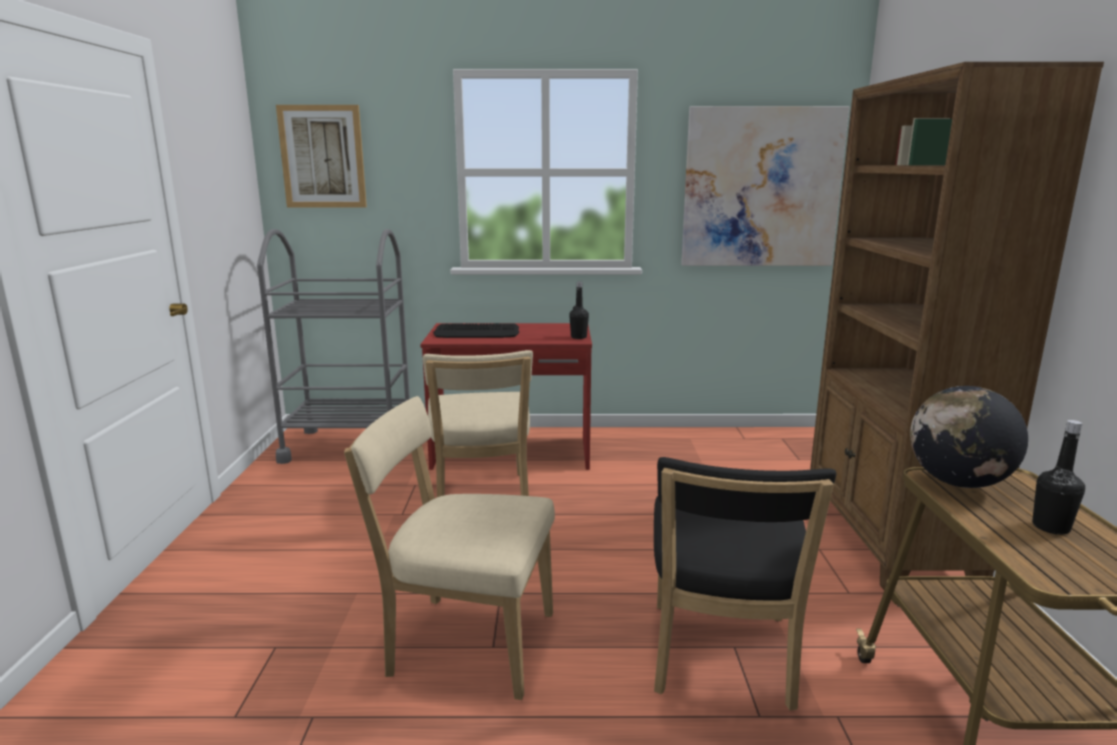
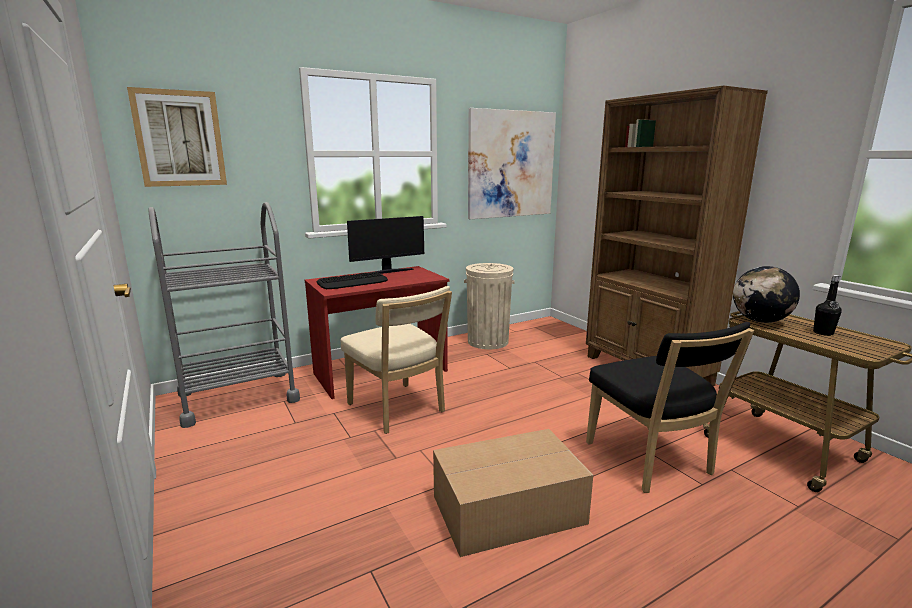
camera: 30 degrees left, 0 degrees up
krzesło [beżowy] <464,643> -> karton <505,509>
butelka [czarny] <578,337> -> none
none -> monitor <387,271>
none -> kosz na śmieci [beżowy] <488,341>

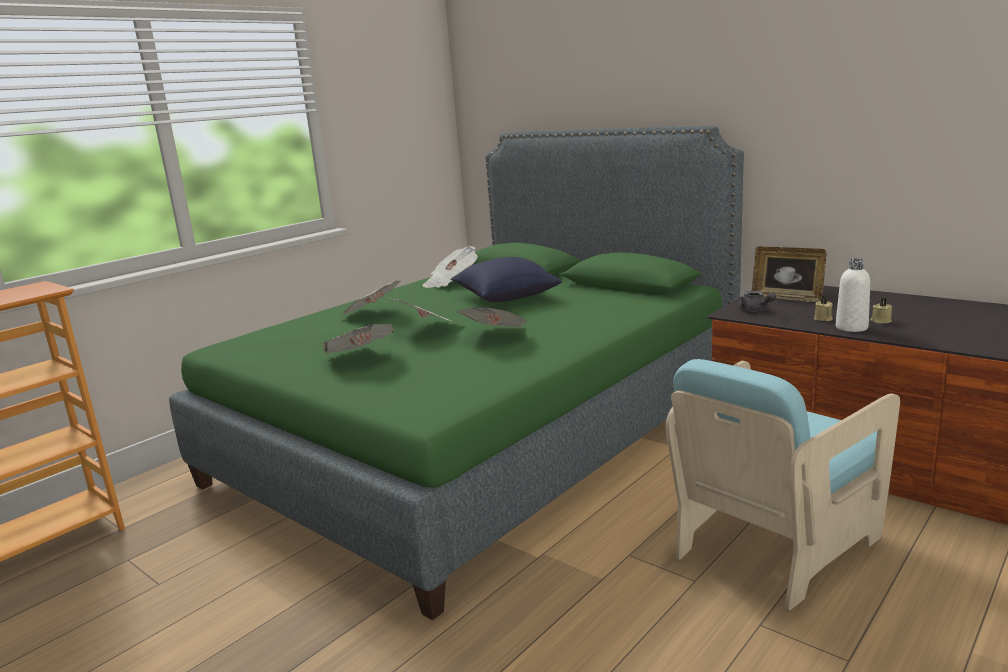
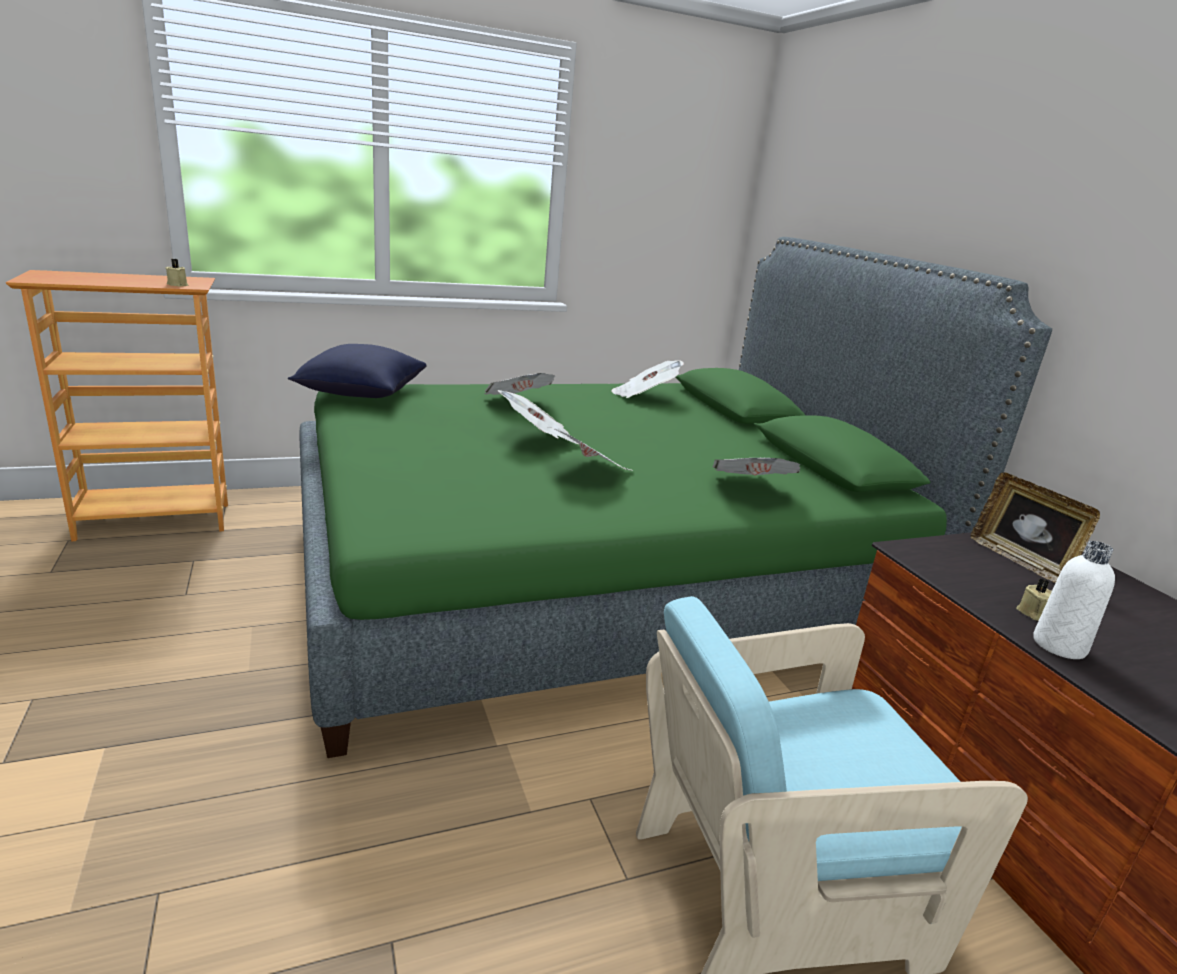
camera: 25 degrees right, 5 degrees up
gazeta <360,358> -> gazeta <750,489>, shifted
poduszka [niebieski] <505,298> -> poduszka [niebieski] <361,393>, shifted
imbryk [szary] <755,310> -> none
świeca [beżowy] <880,321> -> świeca [beżowy] <178,285>, shifted

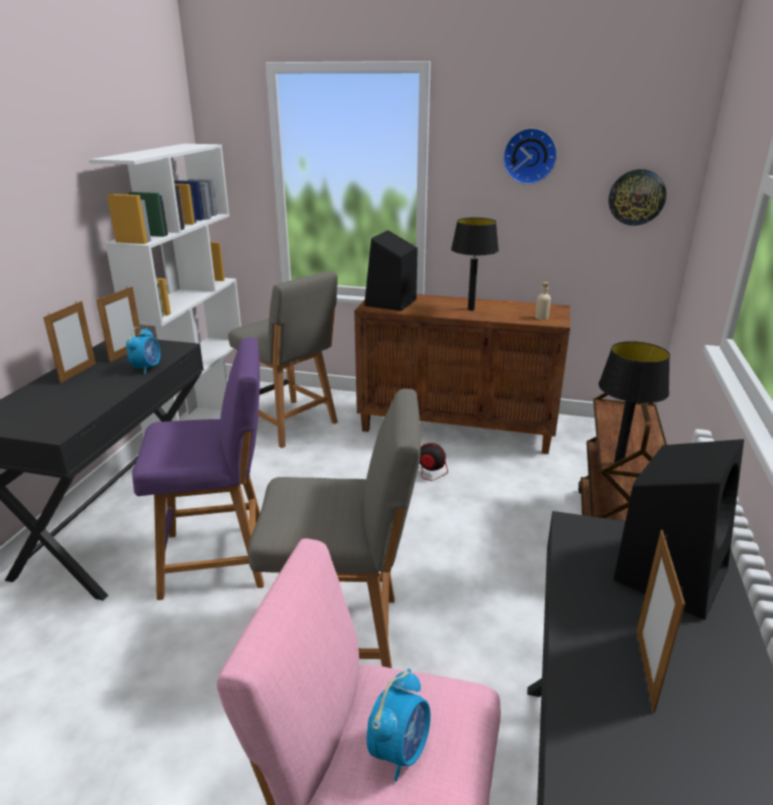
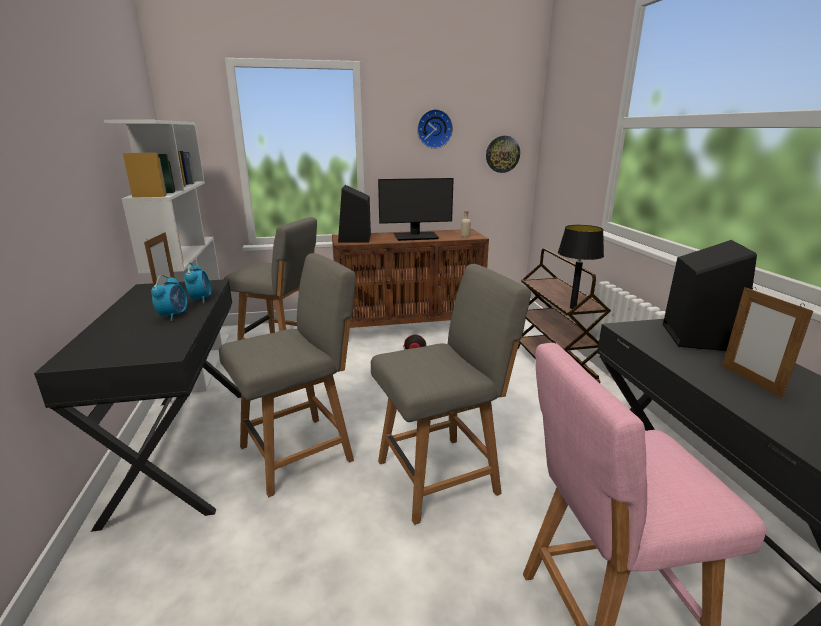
camera: 25 degrees left, 5 degrees down
ramka na zdjęcie <78,373> -> none
stołek [fioletowy] <221,558> -> krzesło [szary] <300,451>
budzik <399,750> -> budzik <174,316>, shifted
lampa stołowa [czarny] <471,309> -> monitor <415,236>

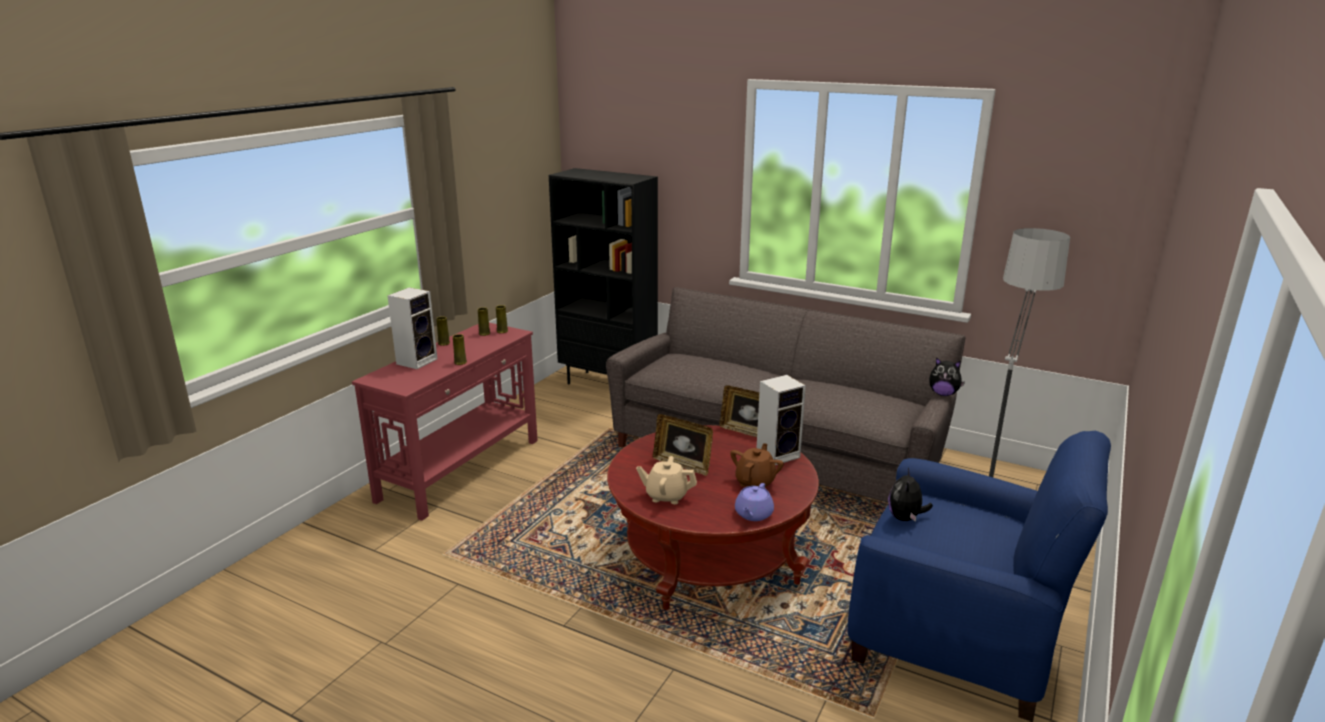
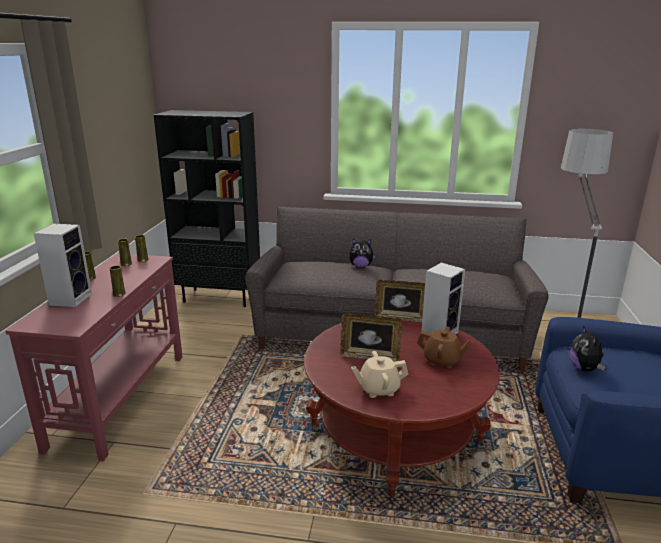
camera: 20 degrees left, 0 degrees up
imbryk [brązowy] <755,482> -> imbryk [brązowy] <442,361>, 105 degrees clockwise
imbryk [fioletowy] <753,514> -> none
pluszak <943,394> -> pluszak <361,266>, shifted

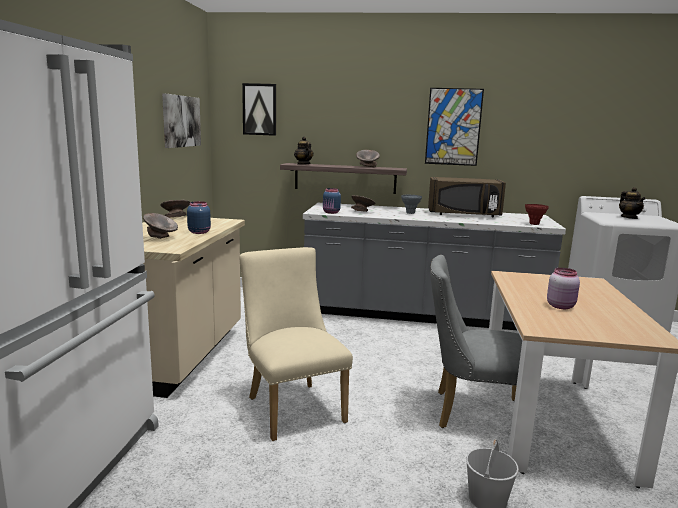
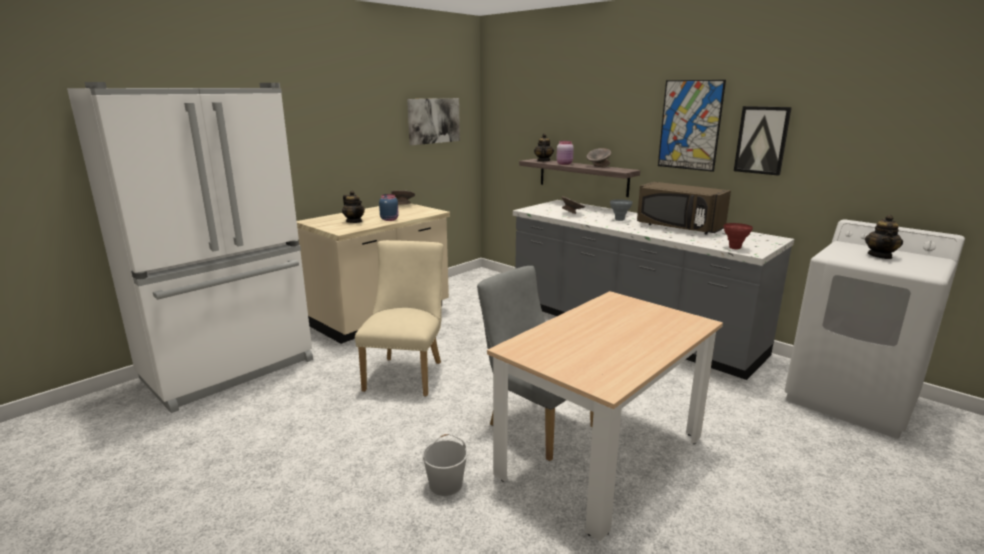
camera: 35 degrees right, 5 degrees up
miska [szary] <161,238> -> imbryk <354,221>
obraz <259,109> -> obraz <762,140>, shifted
słoik [niebieski] <331,212> -> none
słoik [różowy] <561,306> -> słoik [różowy] <565,164>, shifted

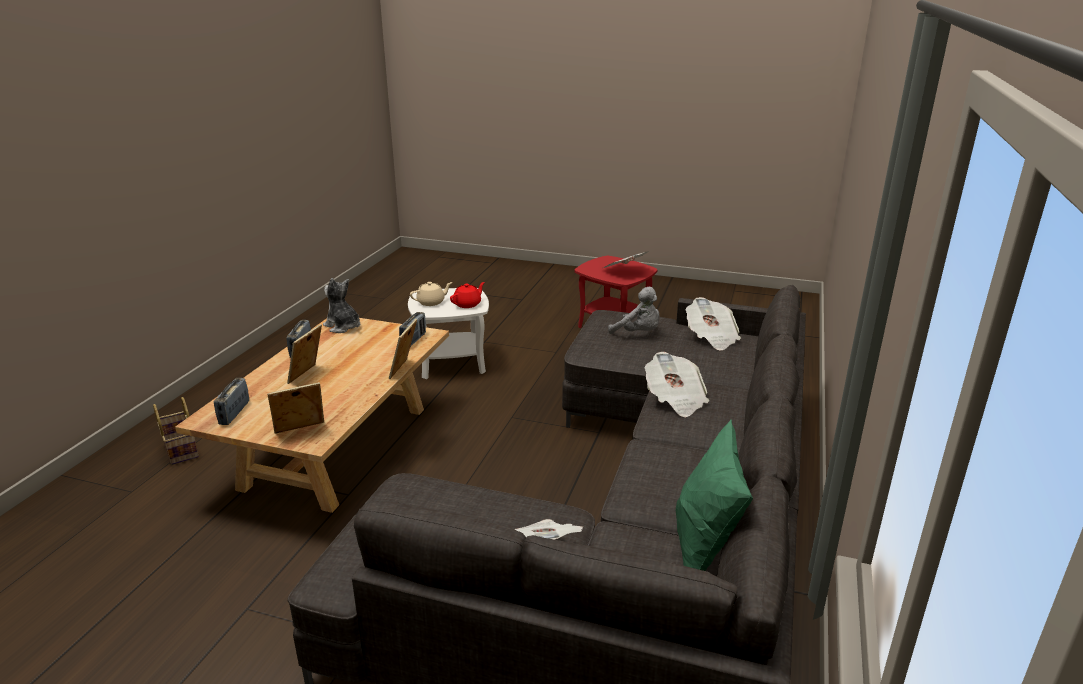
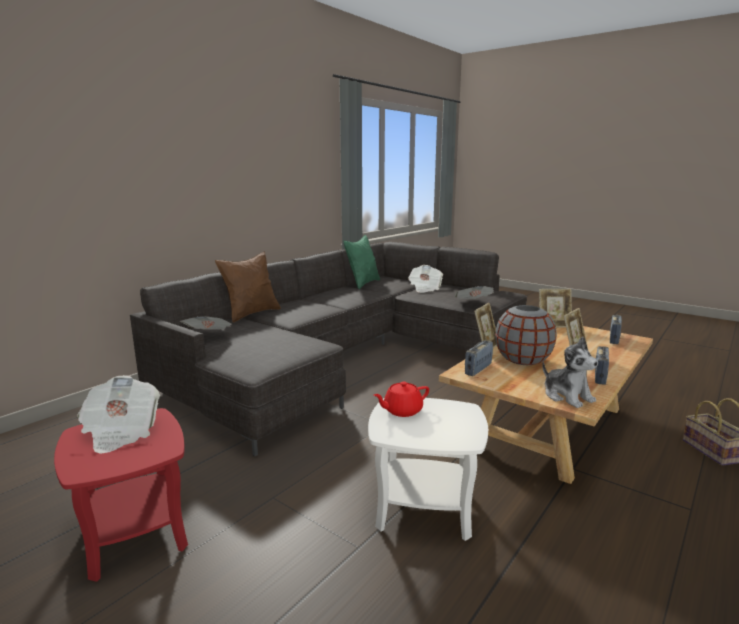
camera: 160 degrees left, 10 degrees down
imbryk [beżowy] <431,302> -> none
pluszak [szary] <638,333> -> none
gazeta <675,399> -> gazeta <473,304>, shifted
none -> poduszka [brązowy] <251,314>
none -> wazon [szary] <523,360>

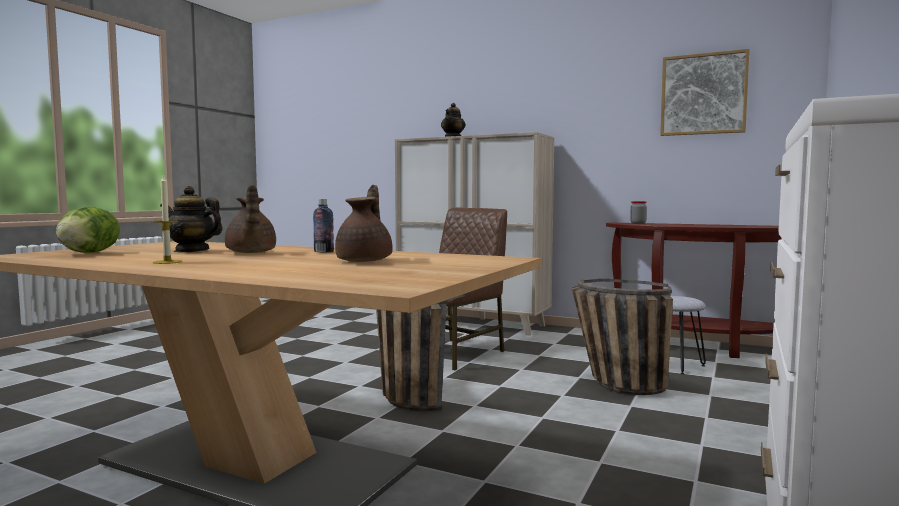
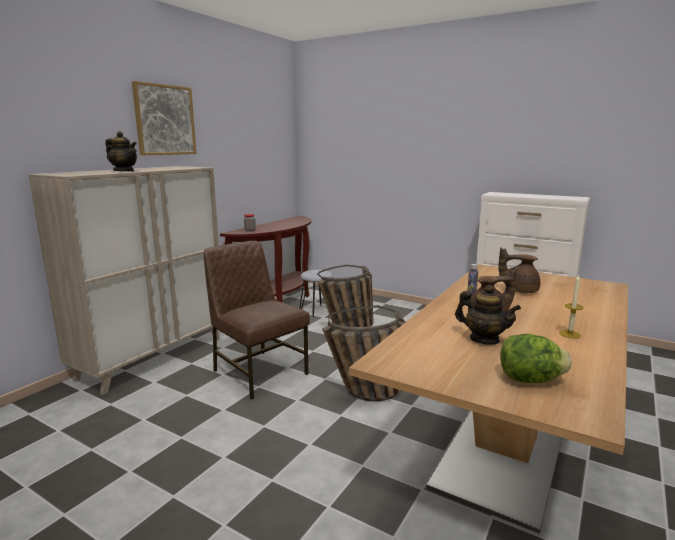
camera: 85 degrees left, 10 degrees up
imbryk <191,251> -> imbryk <484,339>, 75 degrees counterclockwise
obraz <703,94> -> obraz <164,120>, shifted

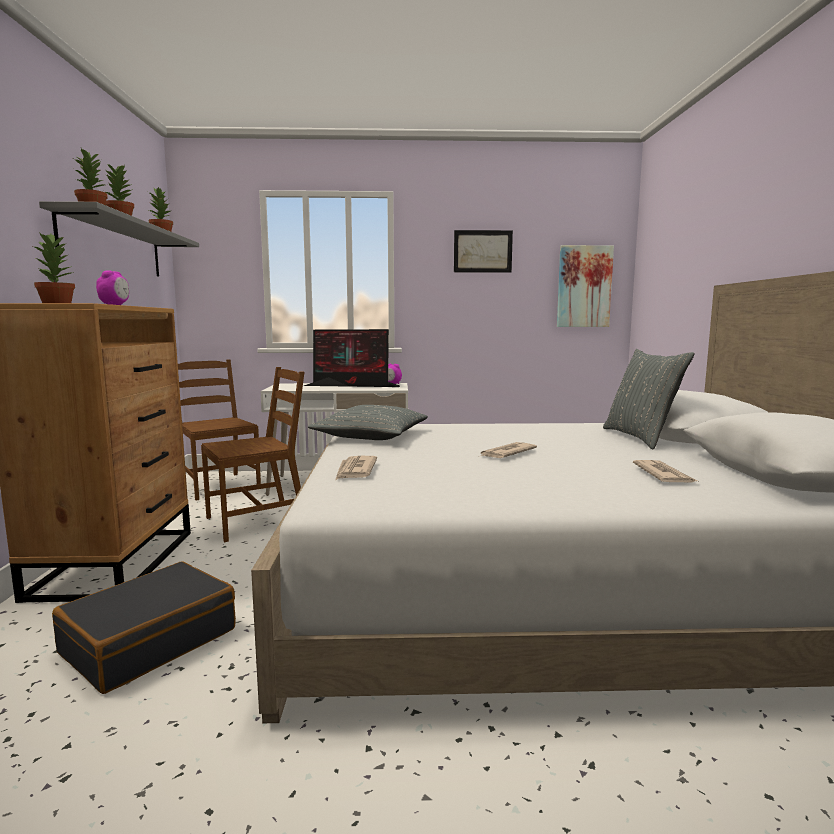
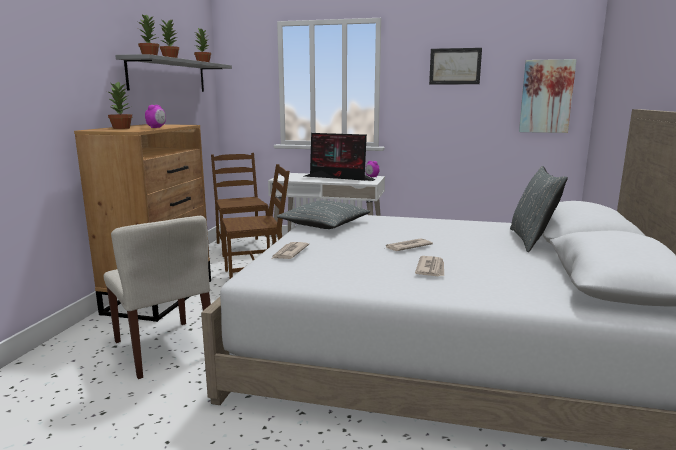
camera: 15 degrees right, 5 degrees up
walizka [czarny] <149,641> -> krzesło [beżowy] <165,348>
gazeta <663,475> -> gazeta <431,269>, shifted

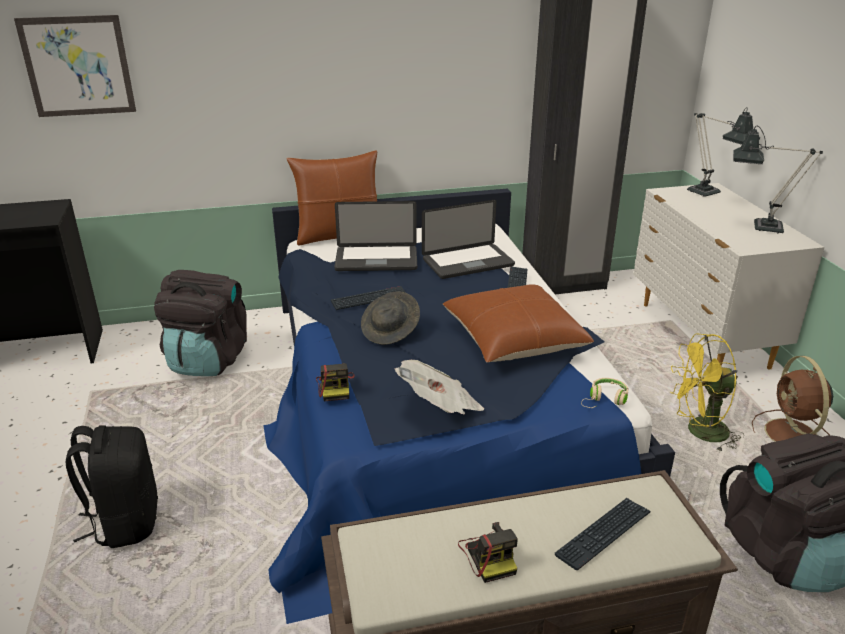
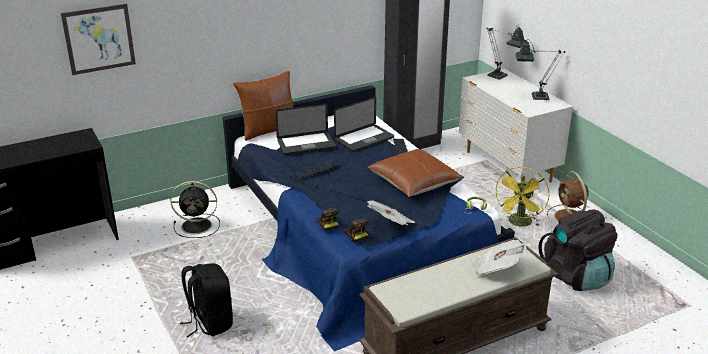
camera: 15 degrees left, 0 degrees up
plecak [czarny] <208,359> -> wentylator [czarny] <198,226>
kapelusz [szary] <391,331> -> none
aparat fotograficzny <489,555> -> aparat fotograficzny <354,234>, shifted
klawiatura <603,534> -> gazeta <495,268>
wentylator [żółty] <699,432> -> wentylator [żółty] <519,224>, 45 degrees counterclockwise

